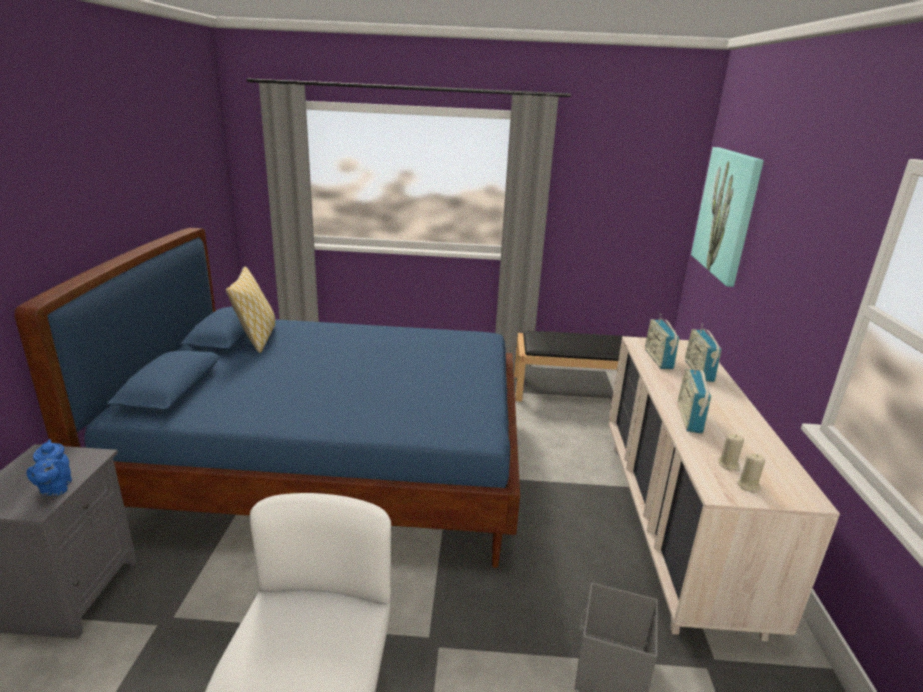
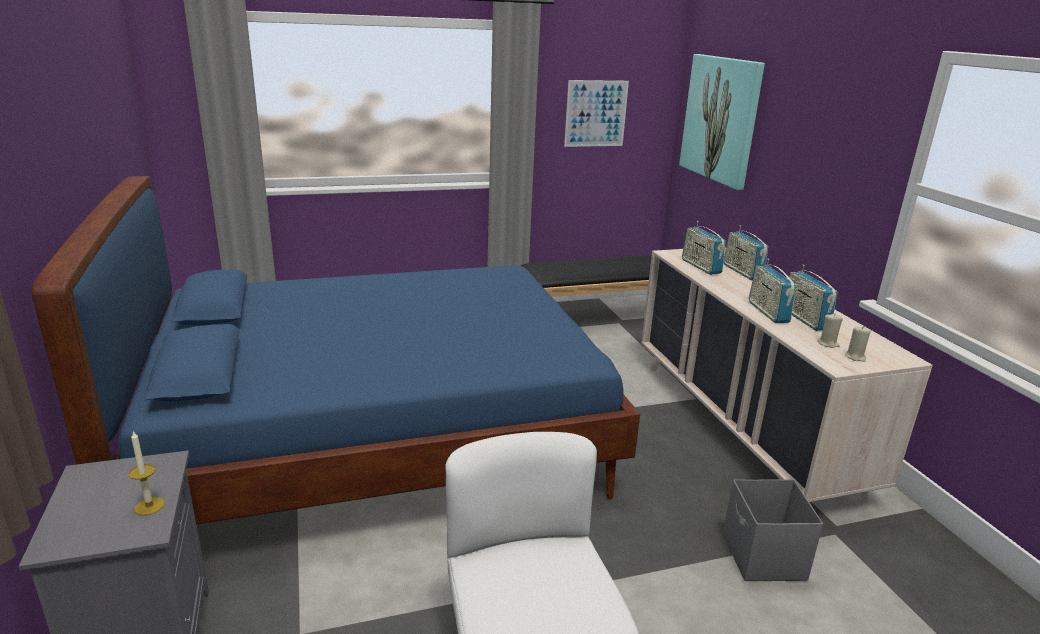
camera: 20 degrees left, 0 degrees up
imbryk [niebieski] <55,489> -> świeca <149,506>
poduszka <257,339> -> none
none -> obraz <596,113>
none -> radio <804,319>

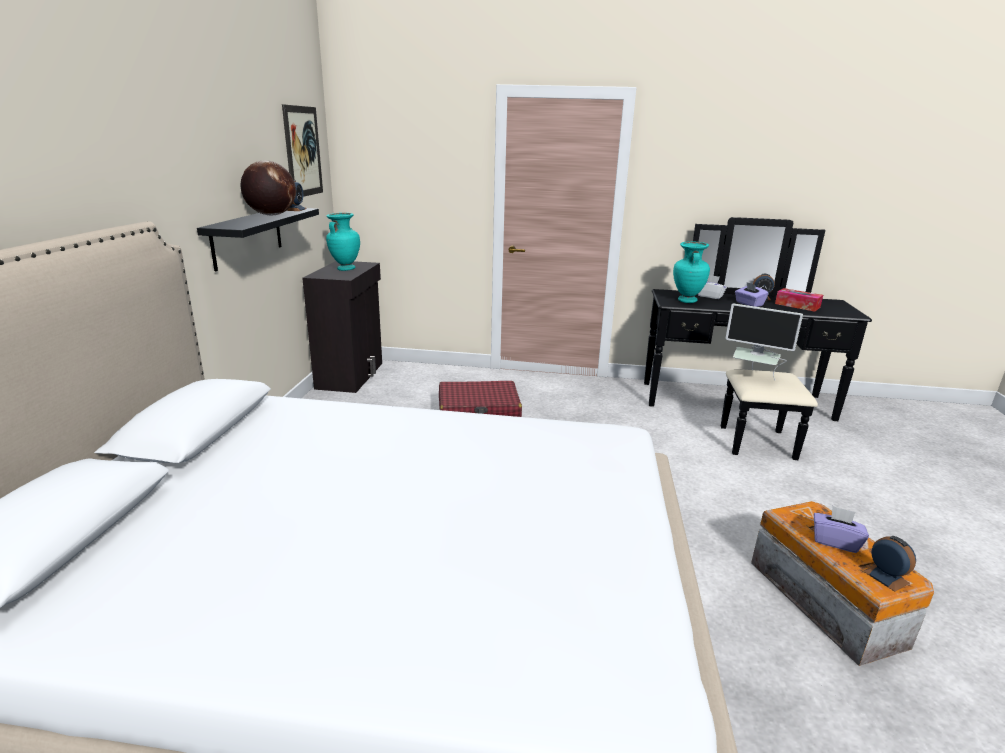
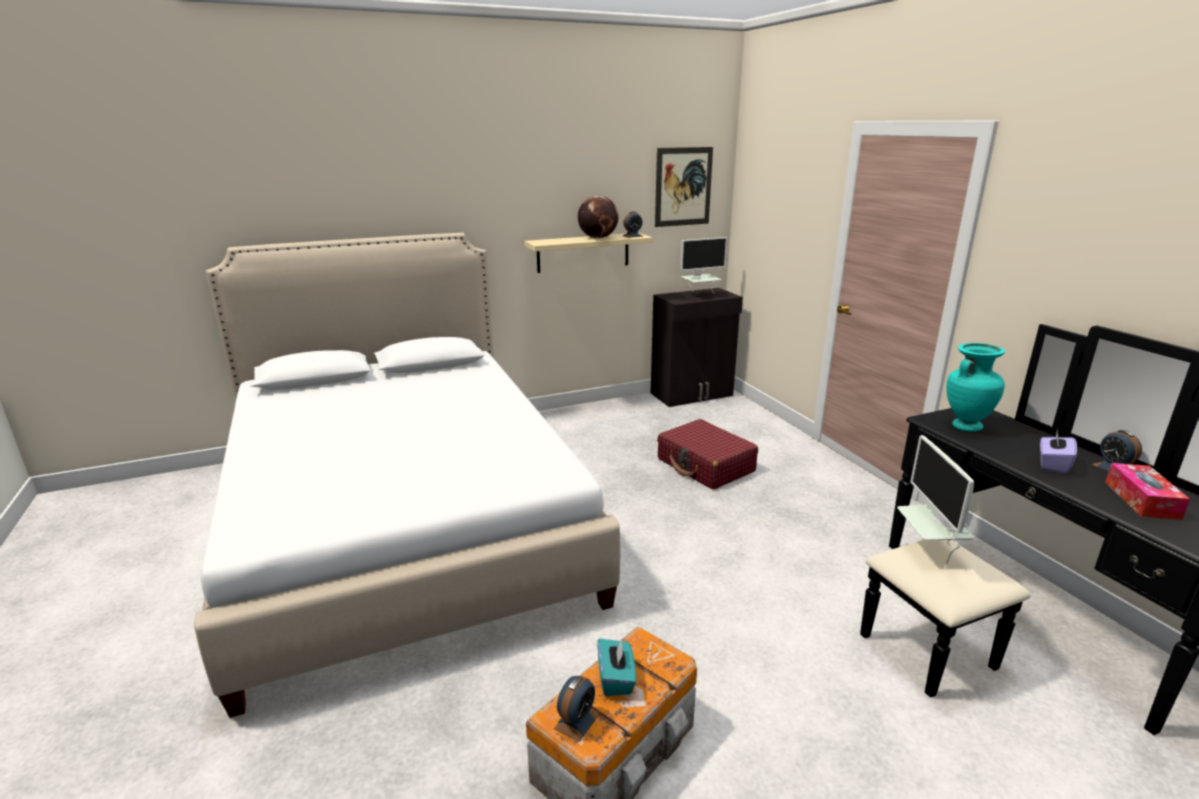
camera: 60 degrees right, 0 degrees up
półka [czarny] <247,237> -> półka [beżowy] <583,252>
wazon [turkusowy] <345,269> -> monitor <700,295>
pudełko chusteczek [biały] <709,296> -> none
pudełko chusteczek [fioletowy] <835,541> -> pudełko chusteczek [turkusowy] <616,679>

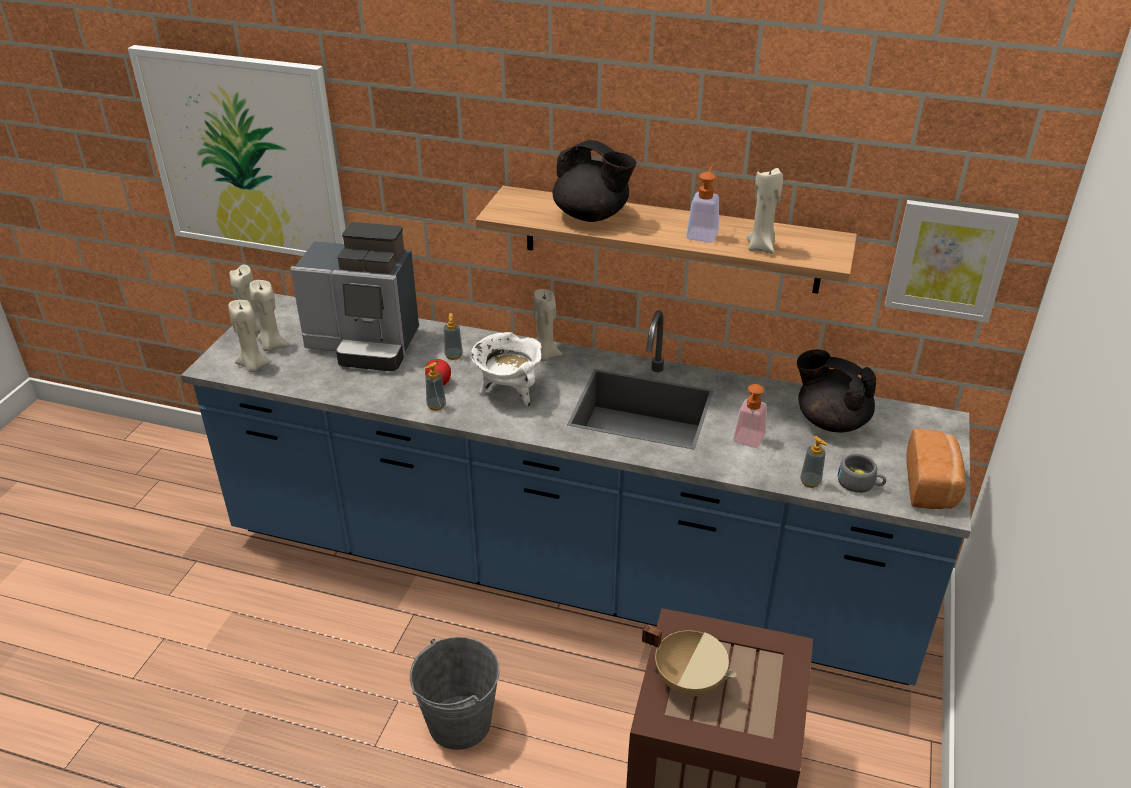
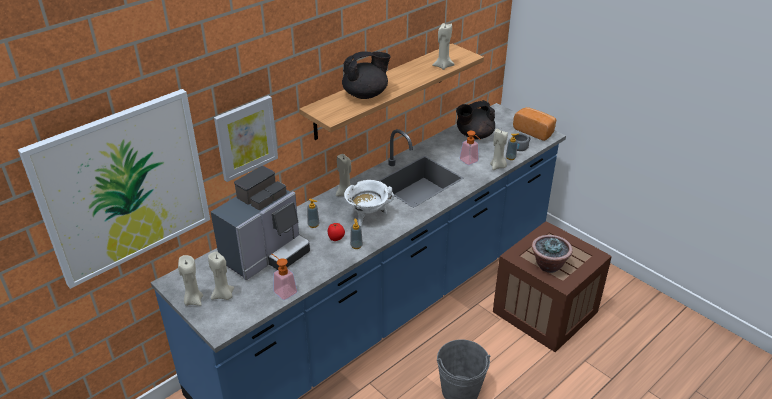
camera: 60 degrees left, 0 degrees up
świeca [beżowy] <253,366> -> świeca [beżowy] <497,166>, shifted
garnek [beżowy] <689,680> -> roślina doniczkowa <548,265>
dozownik mydła <703,232> -> dozownik mydła <283,290>, shifted
obraz <948,260> -> obraz <246,137>, shifted

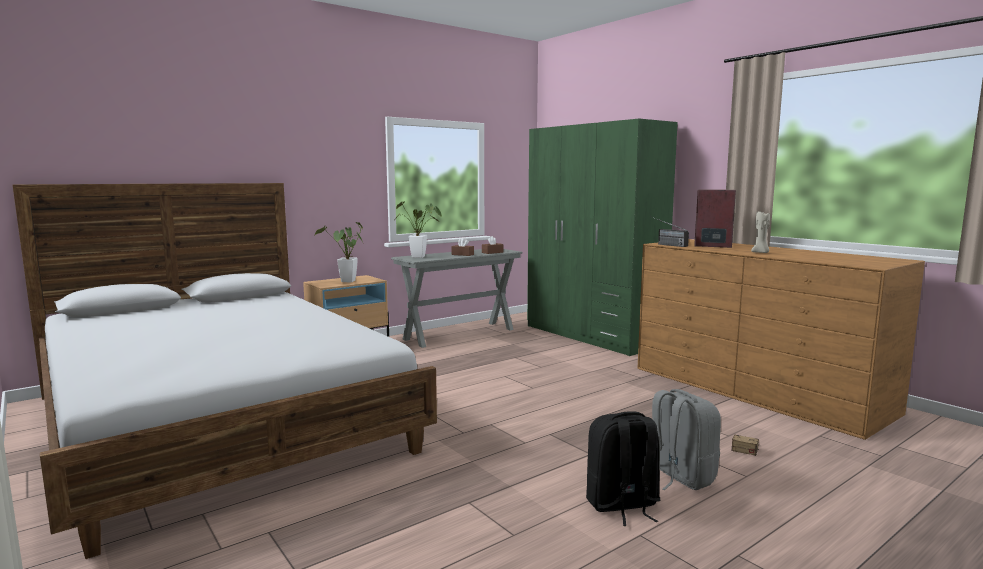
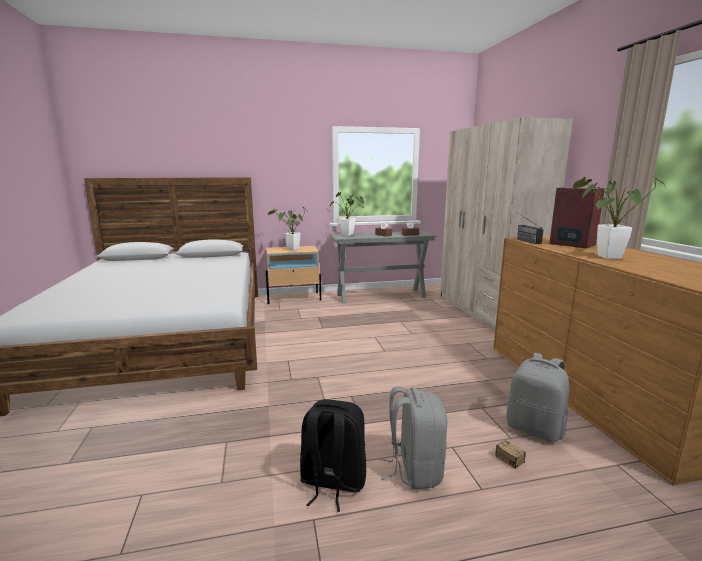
camera: 25 degrees right, 5 degrees up
szafa [zielony] <592,335> -> szafa [beżowy] <485,311>
świeca [beżowy] <760,252> -> roślina doniczkowa <604,257>
none -> plecak [szary] <535,429>

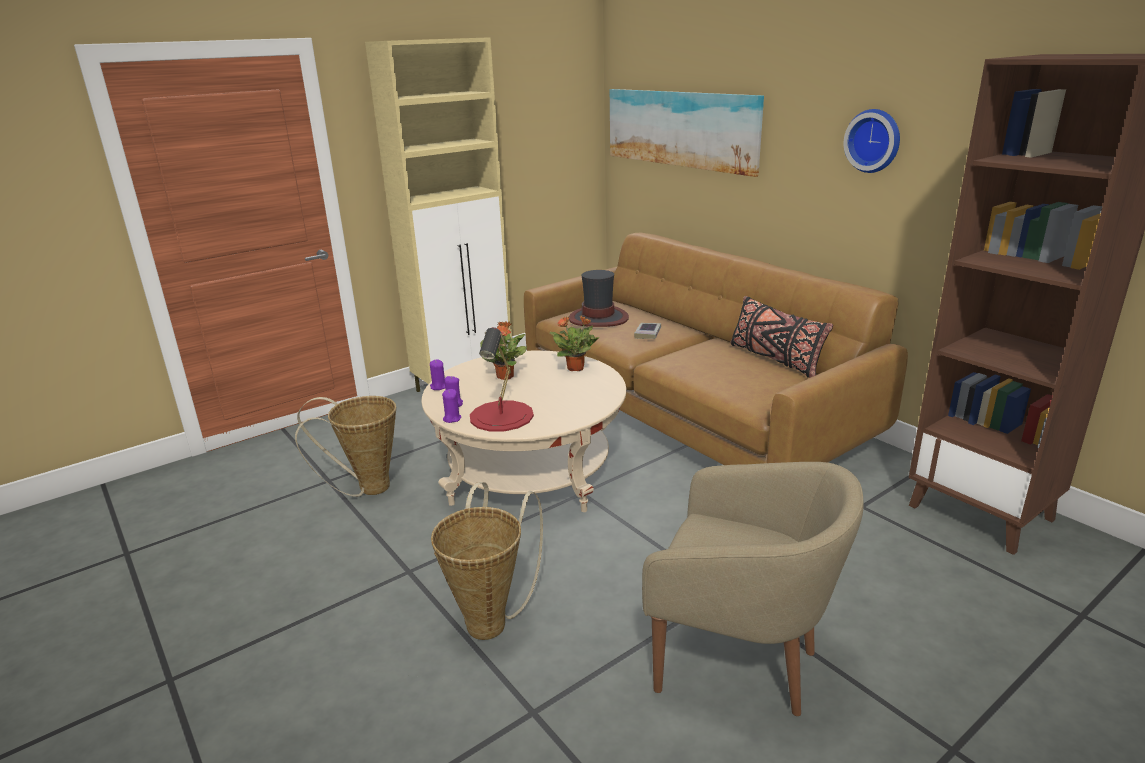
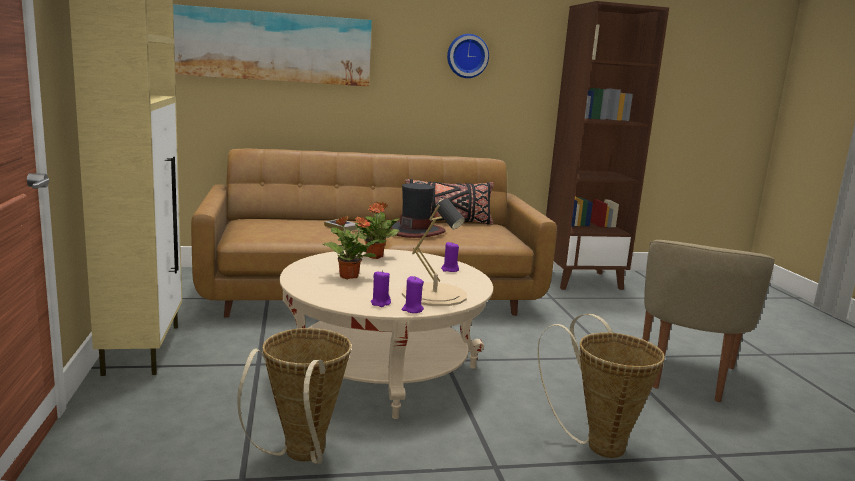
camera: 65 degrees left, 10 degrees down
świeca [fioletowy] <438,387> -> świeca [fioletowy] <450,269>, shifted
lampa stołowa [czerwony] <501,416> -> lampa stołowa [beżowy] <434,294>
kapelusz <599,318> -> kapelusz <415,230>, shifted
fotel [beżowy] <741,663> -> fotel [beżowy] <686,376>, 150 degrees clockwise

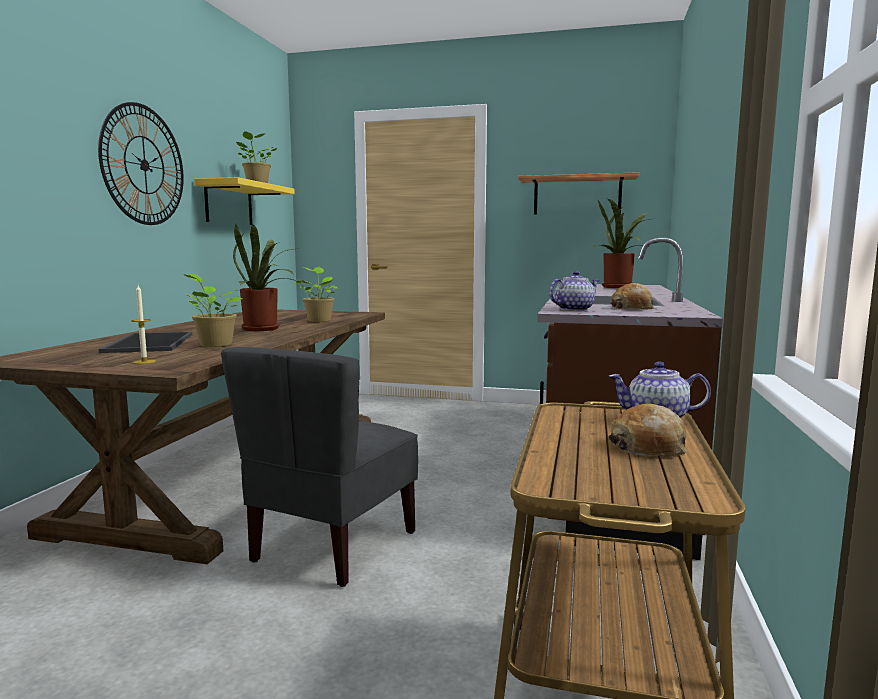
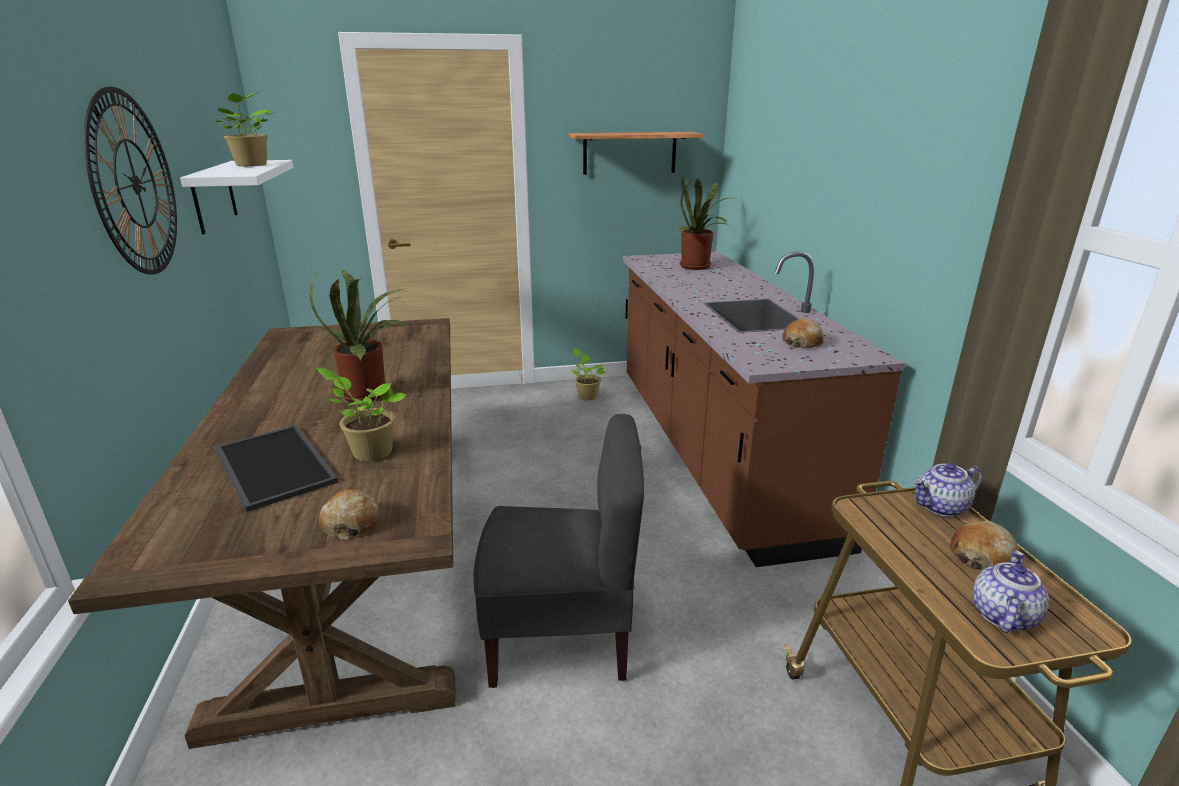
camera: 25 degrees left, 15 degrees up
świeca <144,362> -> chleb <351,523>
półka [żółty] <229,204> -> półka [biały] <214,196>
krzesło [szary] <332,546> -> krzesło [szary] <561,636>, 90 degrees counterclockwise
roślina doniczkowa <319,320> -> roślina doniczkowa <586,396>, shifted
imbryk <574,309> -> imbryk <1002,614>, shifted

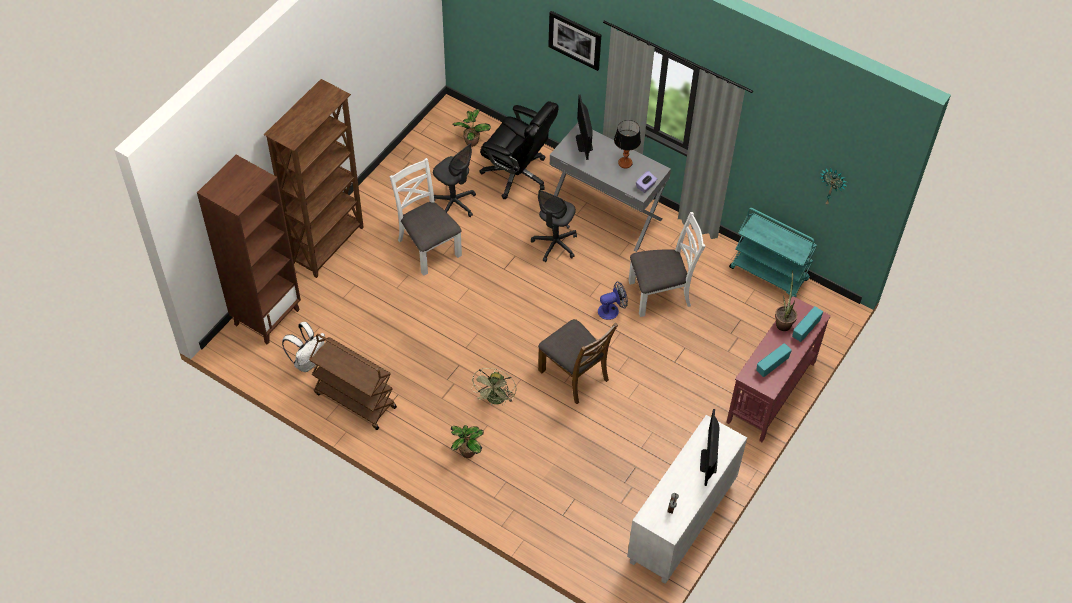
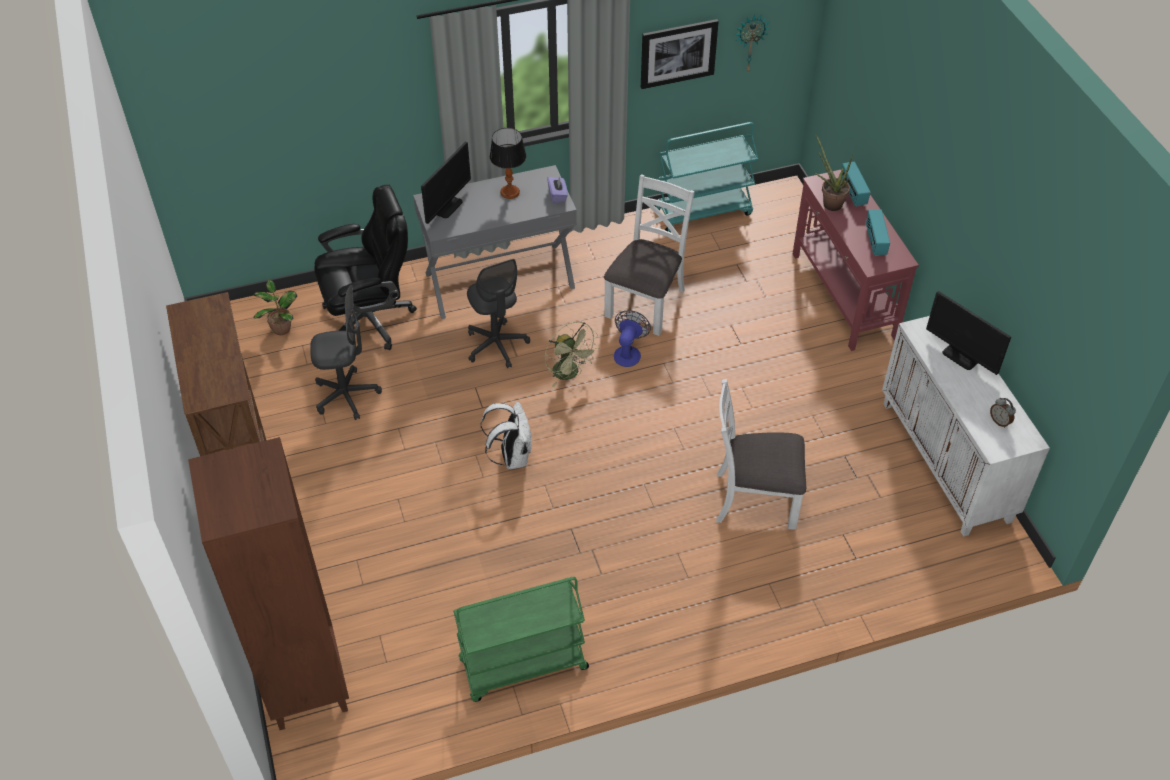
camera: 50 degrees left, 5 degrees down
plecak [biały] <308,361> -> plecak [biały] <512,456>, shifted
wózek [brązowy] <354,400> -> wózek [zielony] <522,665>
krzesło [biały] <428,247> -> krzesło [biały] <754,499>, shifted
roślina doniczkowa <467,452> -> none
wentylator [zielony] <495,400> -> wentylator [zielony] <570,374>, shifted
krzesło [brązowy] <574,375> -> none
obraz <575,40> -> obraz <678,53>, shifted
monitor <584,143> -> monitor <447,206>, 90 degrees counterclockwise

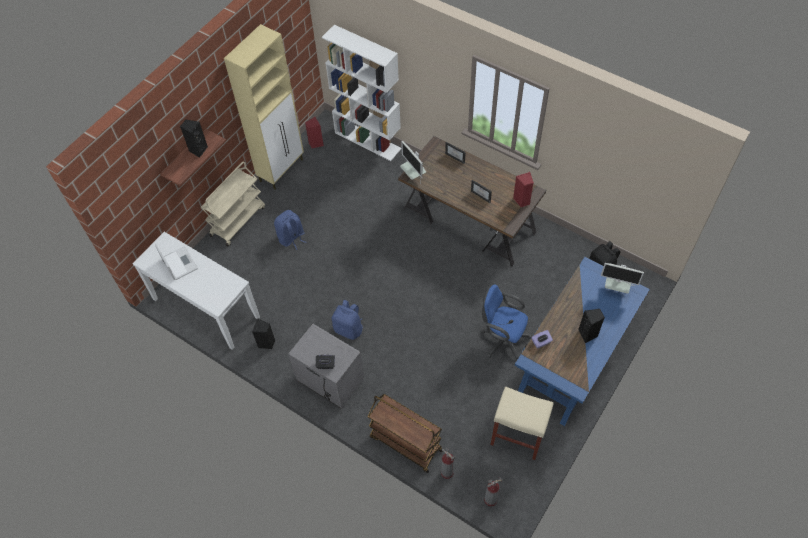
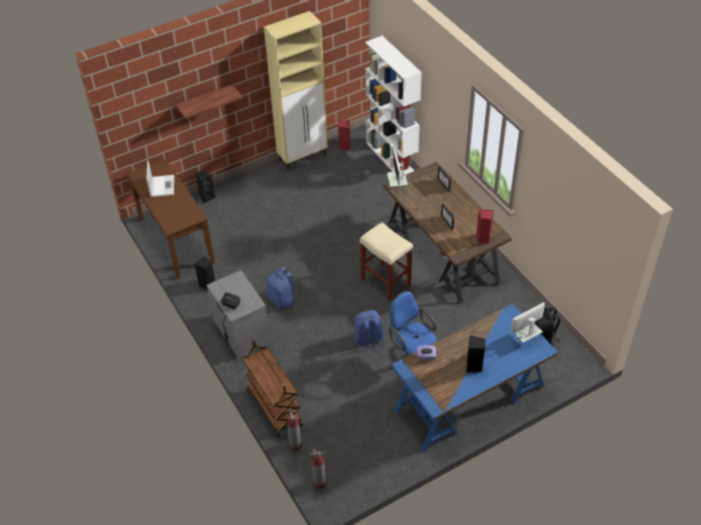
camera: 25 degrees right, 10 degrees down
stolik konsolowy [biały] <205,308> -> stolik konsolowy [brązowy] <176,240>
głośnik [czarny] <198,150> -> głośnik [czarny] <206,197>, shifted
wózek [beżowy] <238,220> -> none
plecak [niebieski] <291,238> -> plecak [niebieski] <368,341>, shifted
stołek [beżowy] <516,436> -> stołek [beżowy] <385,282>, shifted
monitor <616,288> -> monitor <525,340>, 105 degrees clockwise

